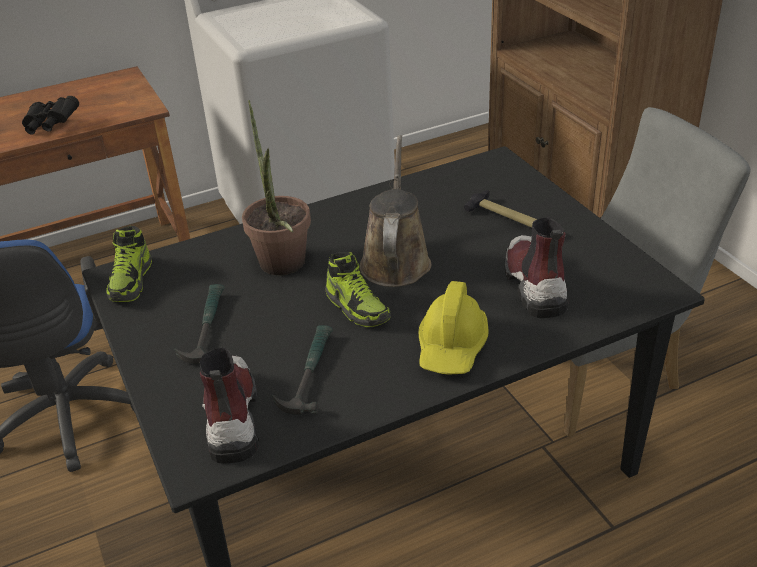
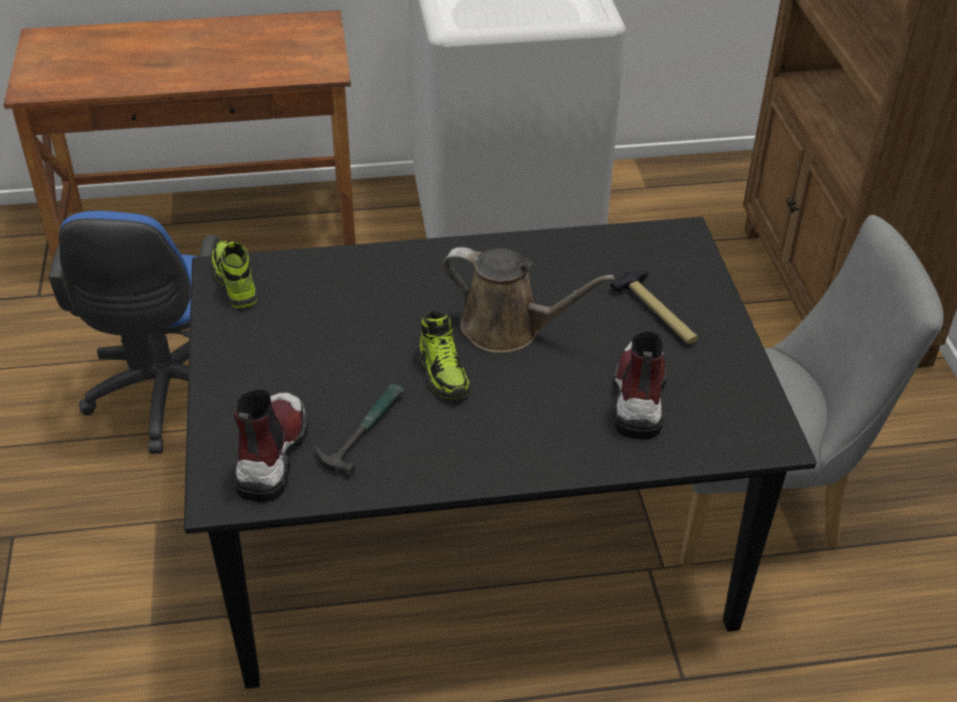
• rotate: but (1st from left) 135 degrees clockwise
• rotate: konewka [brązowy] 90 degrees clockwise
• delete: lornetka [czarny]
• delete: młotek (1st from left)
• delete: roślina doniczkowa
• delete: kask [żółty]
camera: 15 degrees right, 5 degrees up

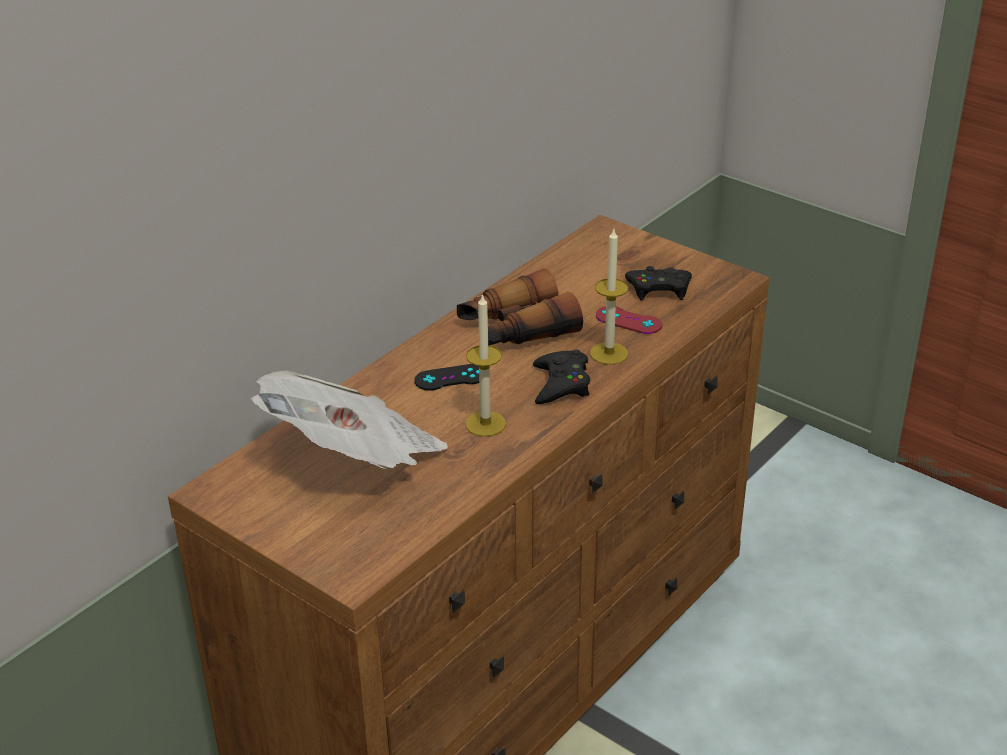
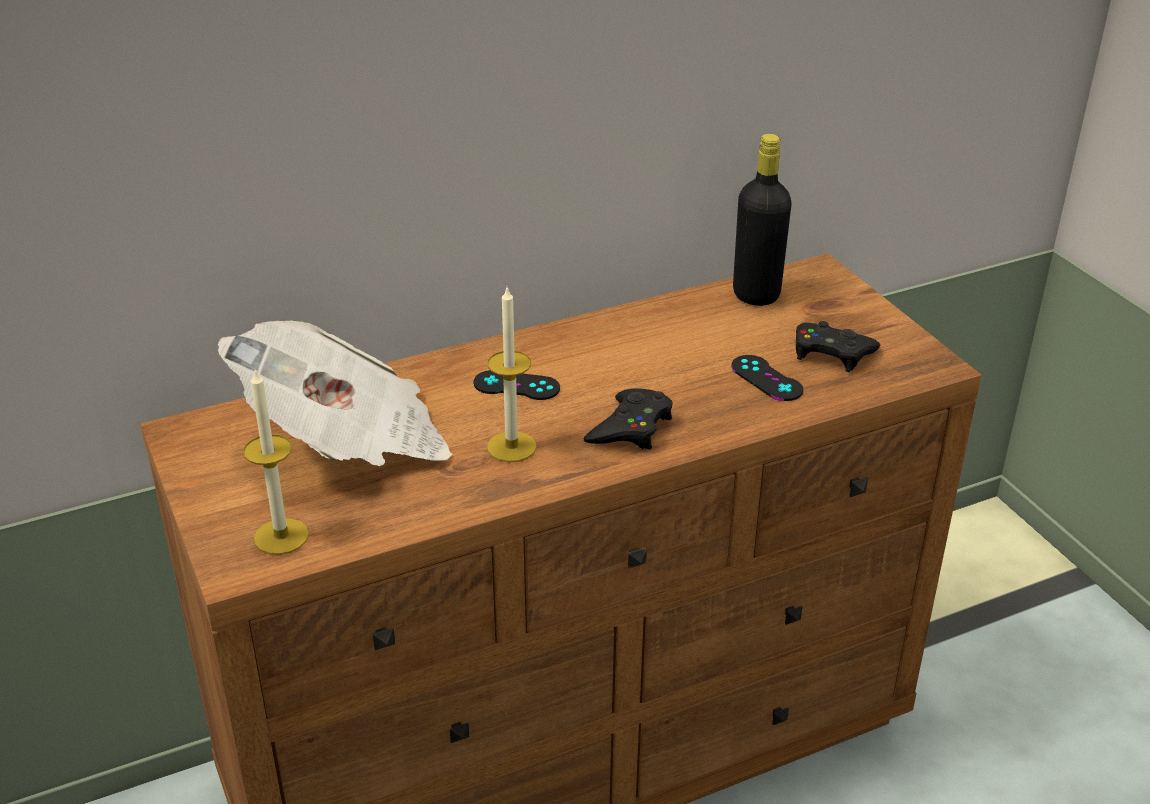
• move: świeca (2nd from left in the first image) to świeca (1st from left)
• recolor: pad do gier [czerwony] to pad do gier [czarny] (3rd from left)
• insert: butelka [czarny]
• delete: lornetka
camera: 25 degrees right, 0 degrees up

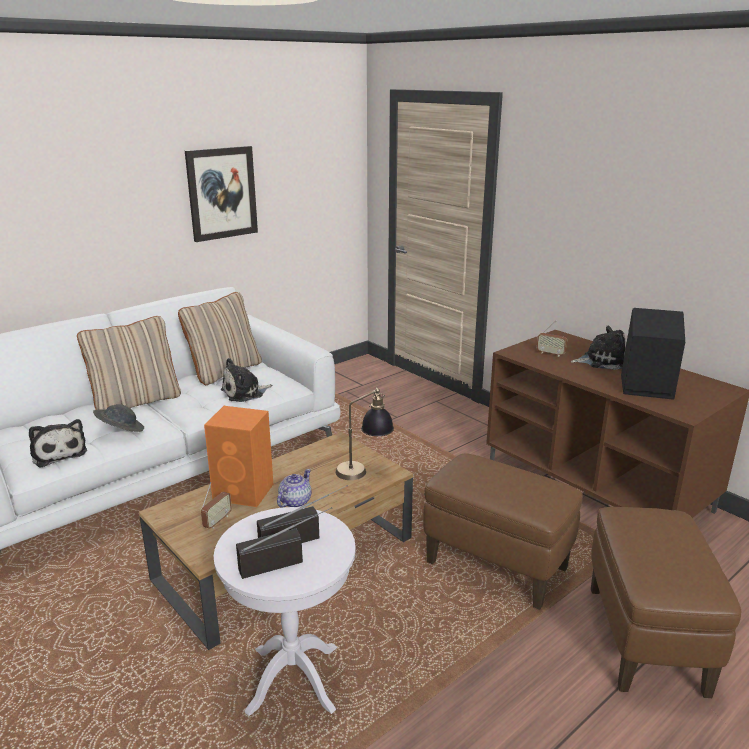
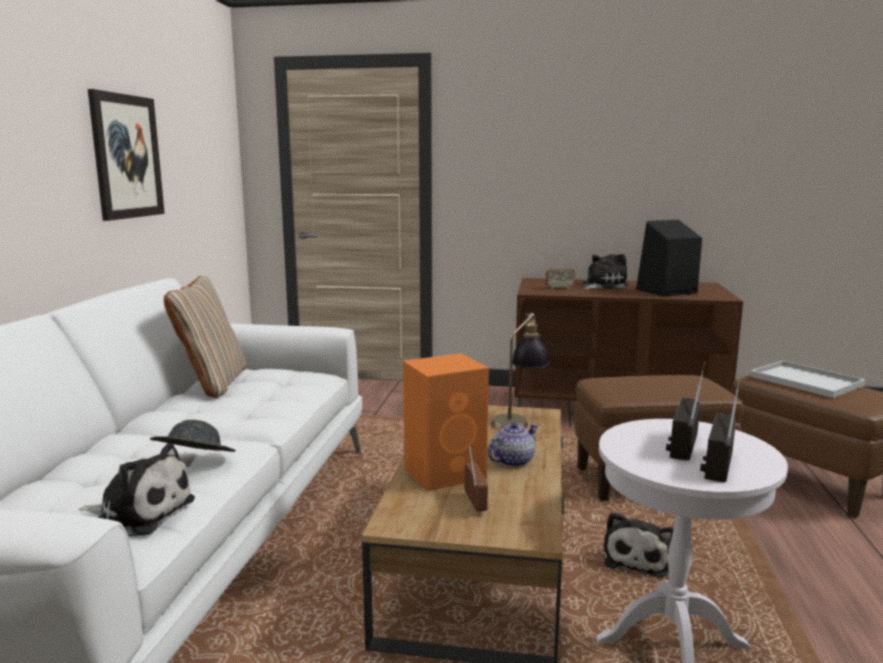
• rotate: imbryk 60 degrees clockwise
• move: pluszak (2nd from left in the first image) to pluszak (3rd from left)
• insert: taca [biały]
• delete: poduszka [beżowy] (1st from left)
camera: 40 degrees left, 10 degrees down

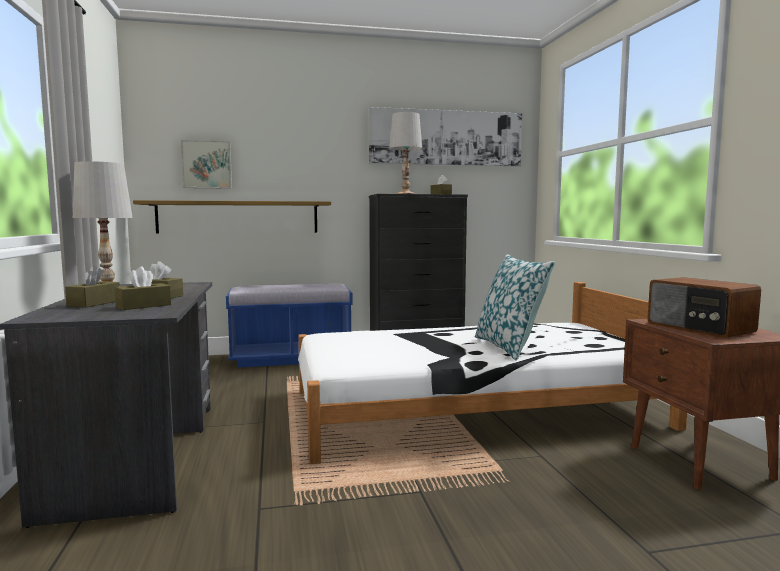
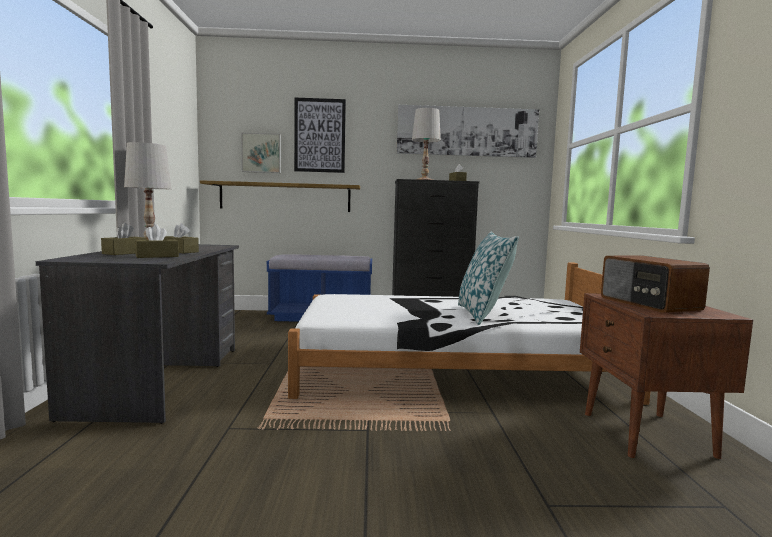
• insert: obraz (2nd from left)
camera: 10 degrees right, 0 degrees up

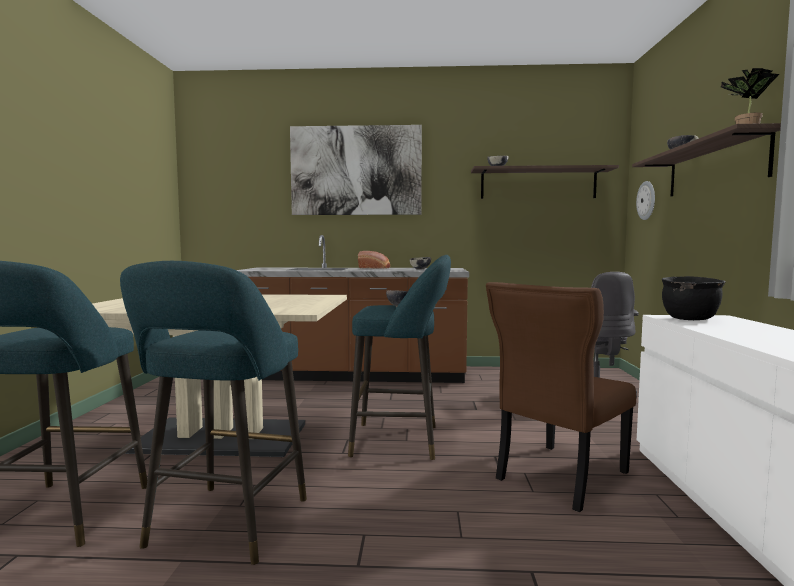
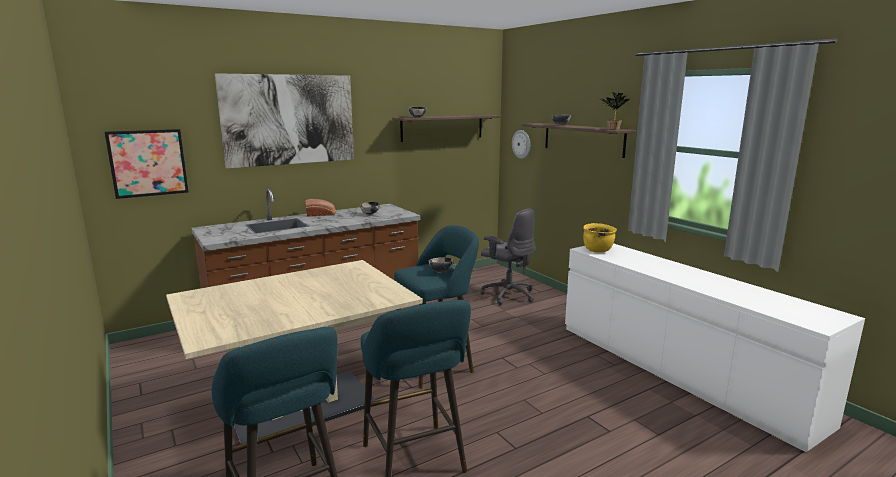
• insert: obraz (1st from left)
• recolor: garnek [czarny] to garnek [żółty]
• delete: krzesło [brązowy]
camera: 35 degrees left, 10 degrees up

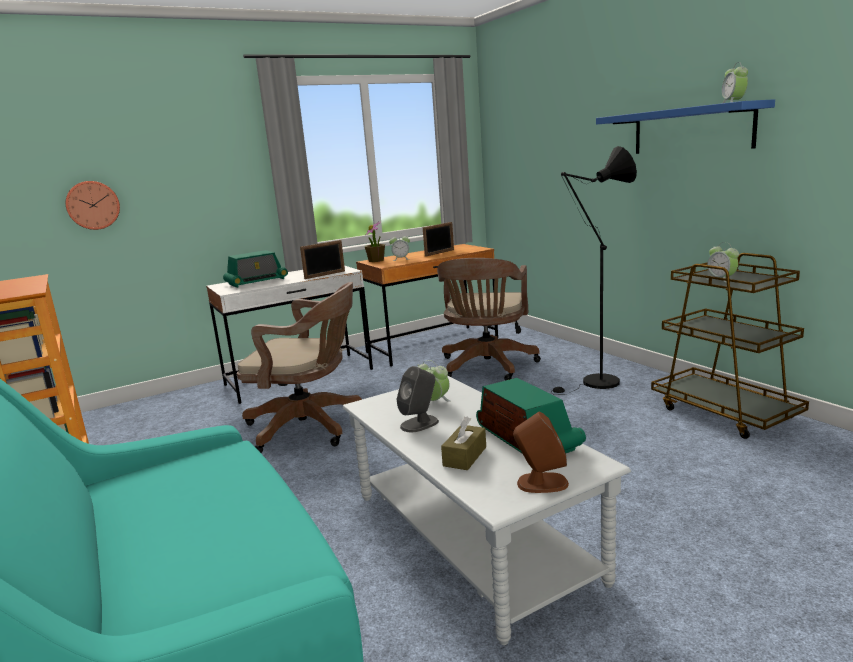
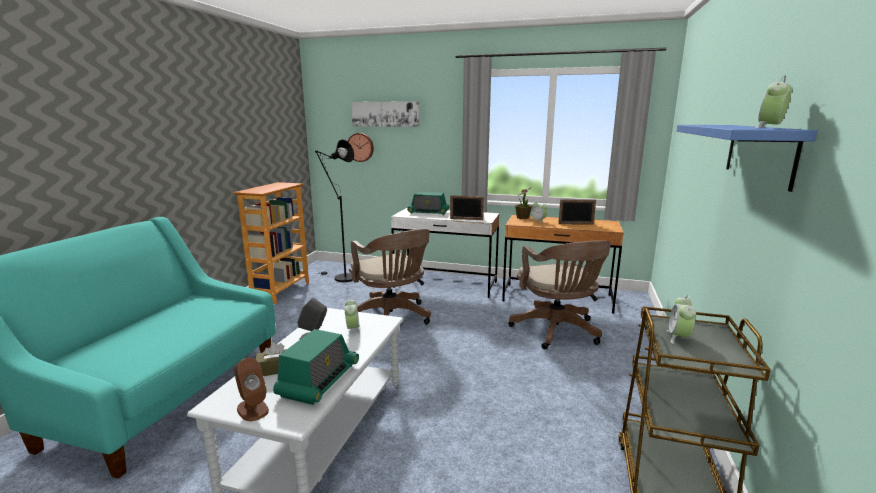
• move: lampa stojąca [czarny]
• insert: obraz
• rotate: krzesło biurowe [brązowy] (2nd from left) 75 degrees counterclockwise
camera: 45 degrees right, 0 degrees up

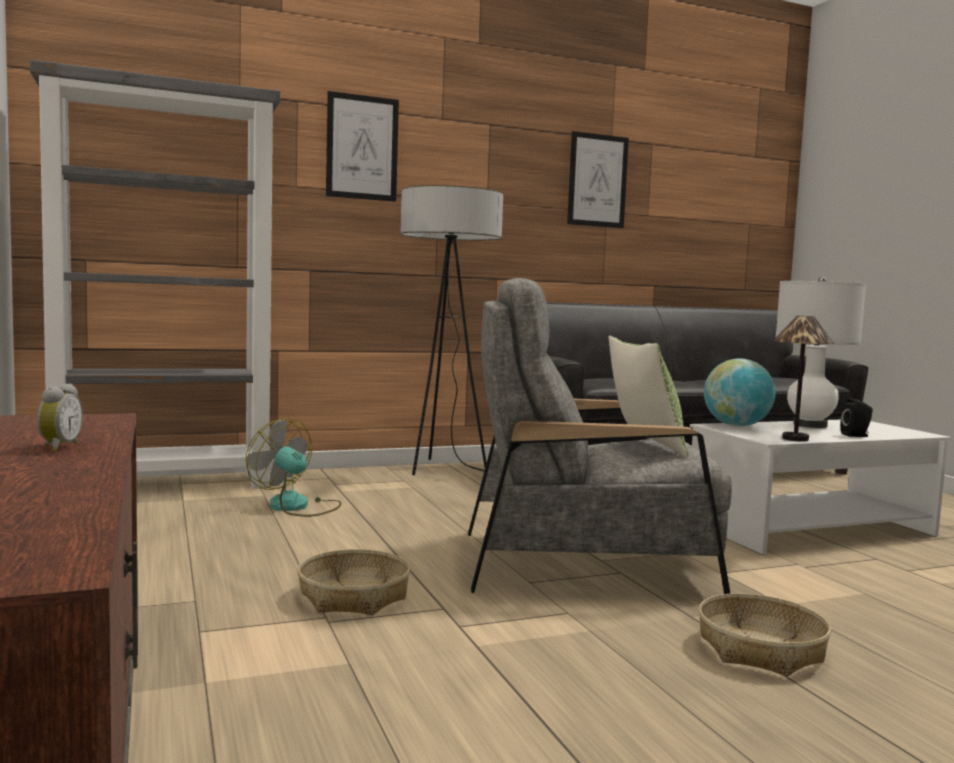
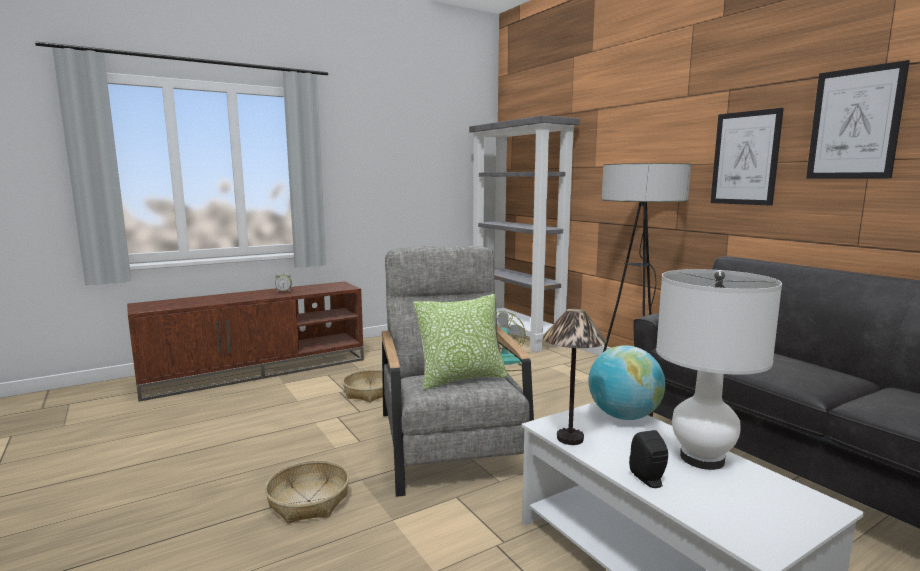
• move: obraz (1st from left)
camera: 80 degrees right, 5 degrees up

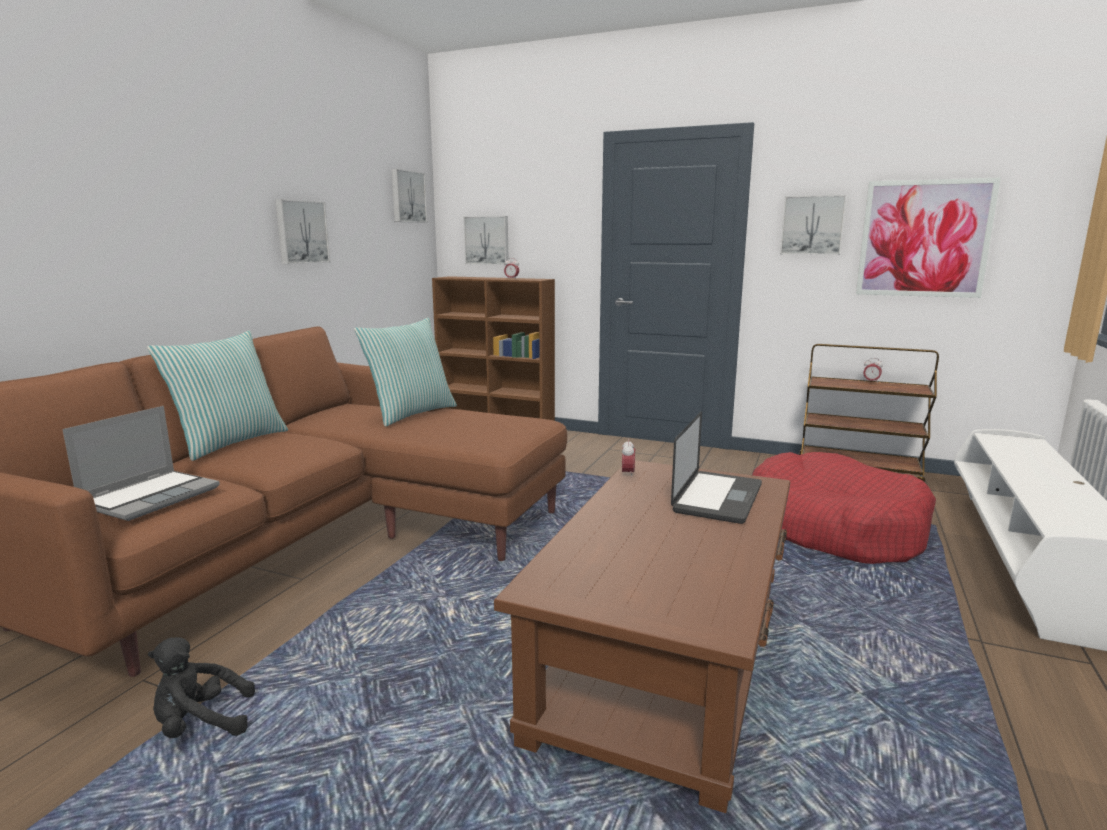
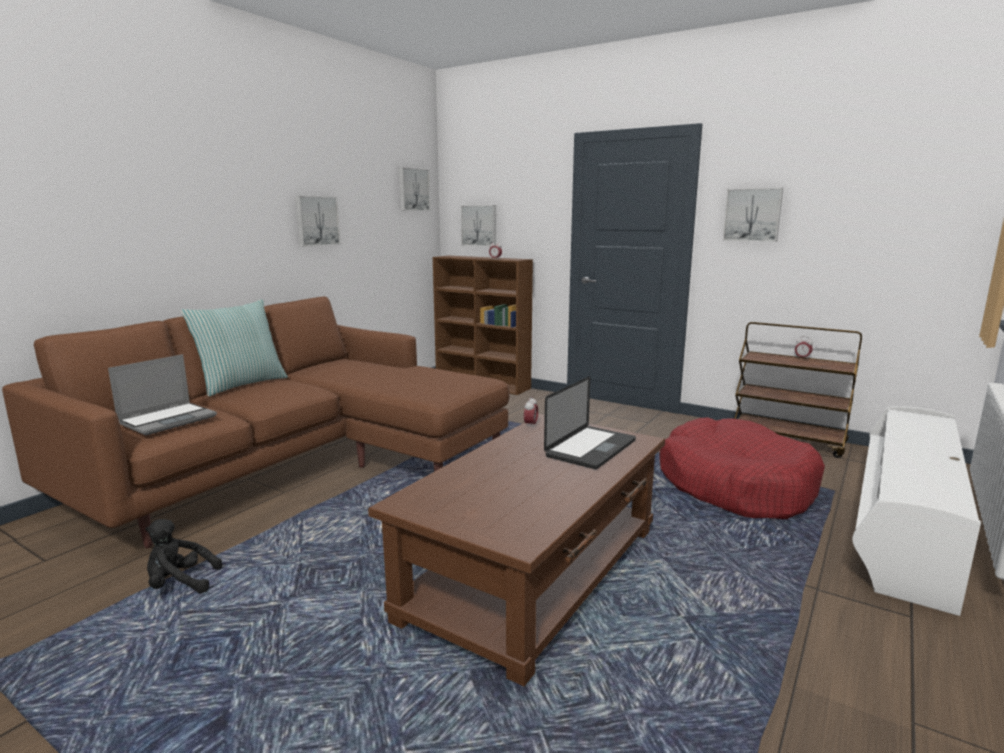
• delete: poduszka (2nd from left)
• delete: obraz (5th from left)
camera: 10 degrees right, 0 degrees up

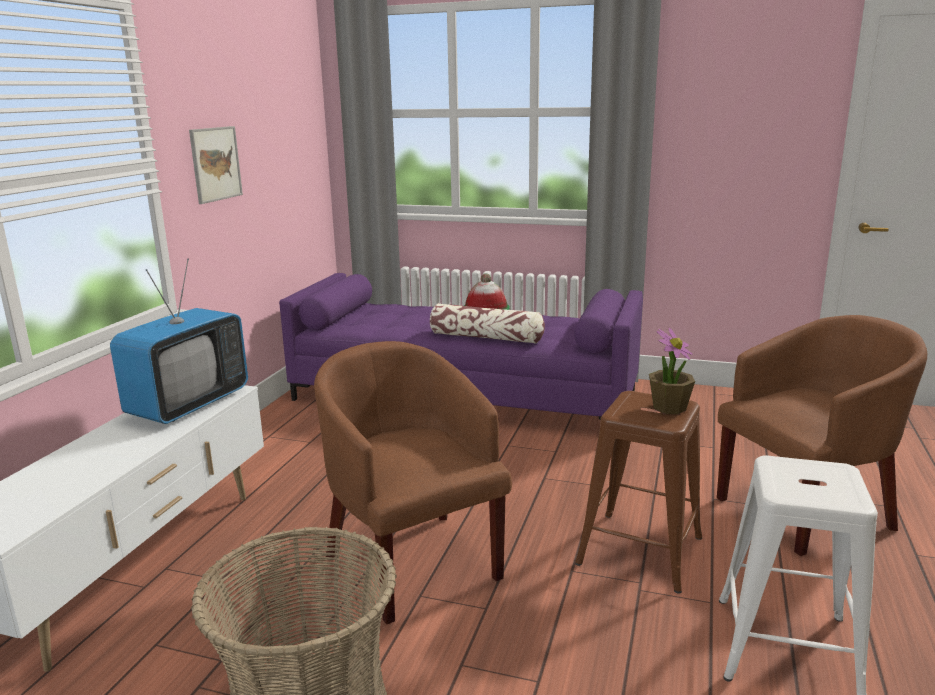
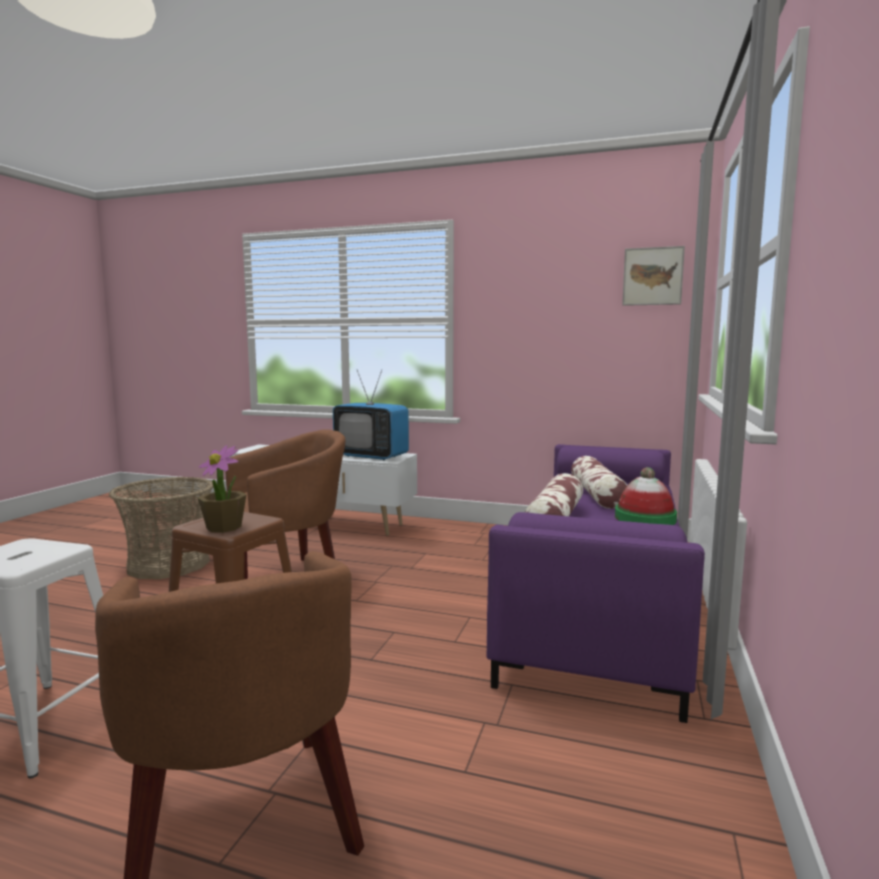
• insert: poduszka (2nd from left)
• move: obraz
camera: 90 degrees right, 10 degrees down

